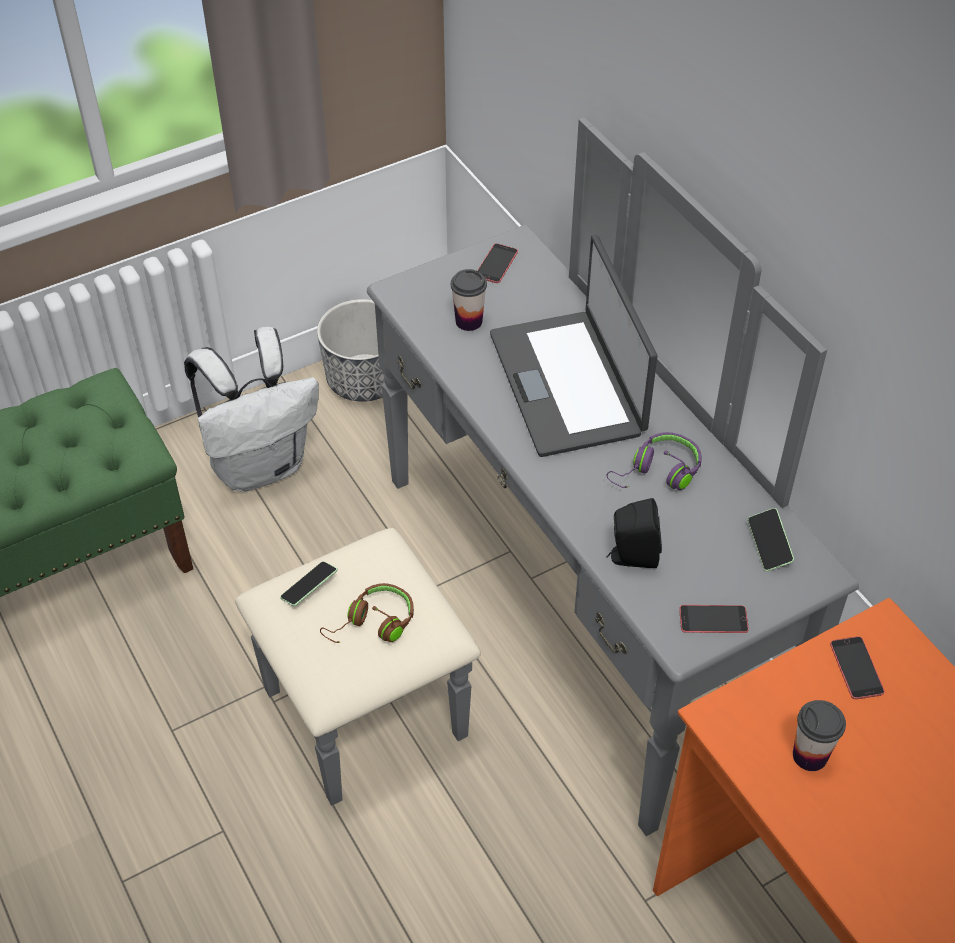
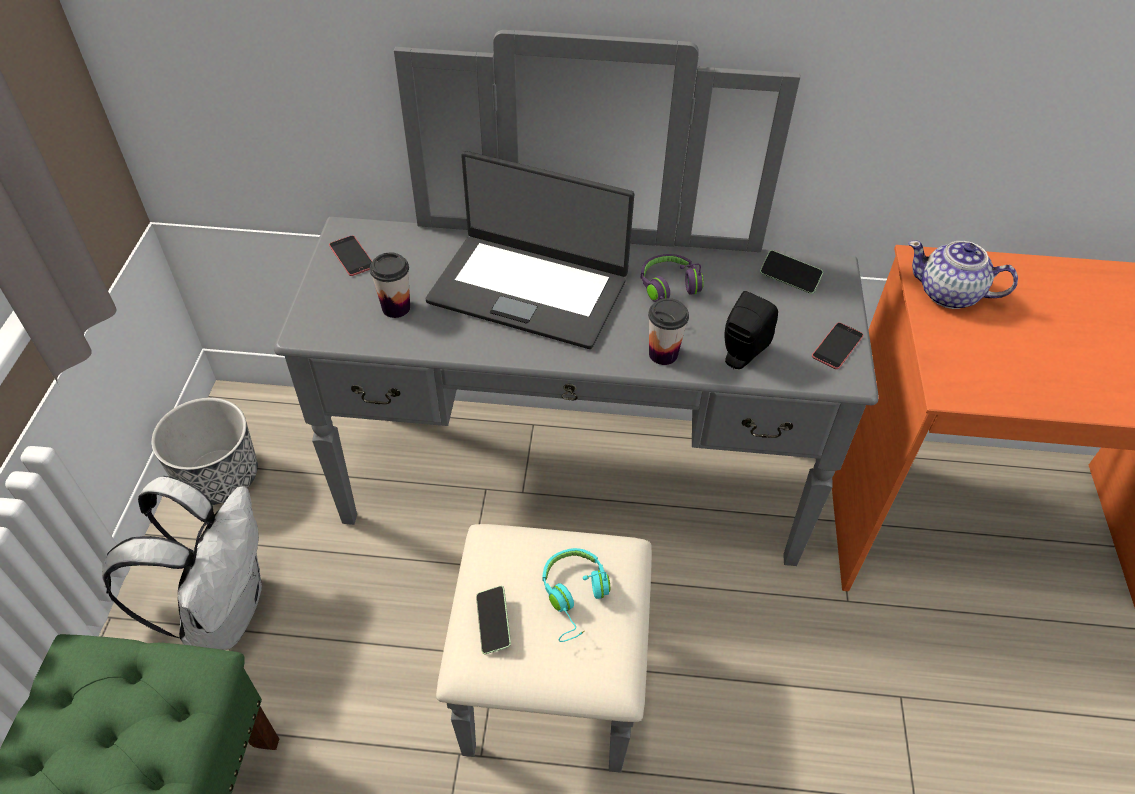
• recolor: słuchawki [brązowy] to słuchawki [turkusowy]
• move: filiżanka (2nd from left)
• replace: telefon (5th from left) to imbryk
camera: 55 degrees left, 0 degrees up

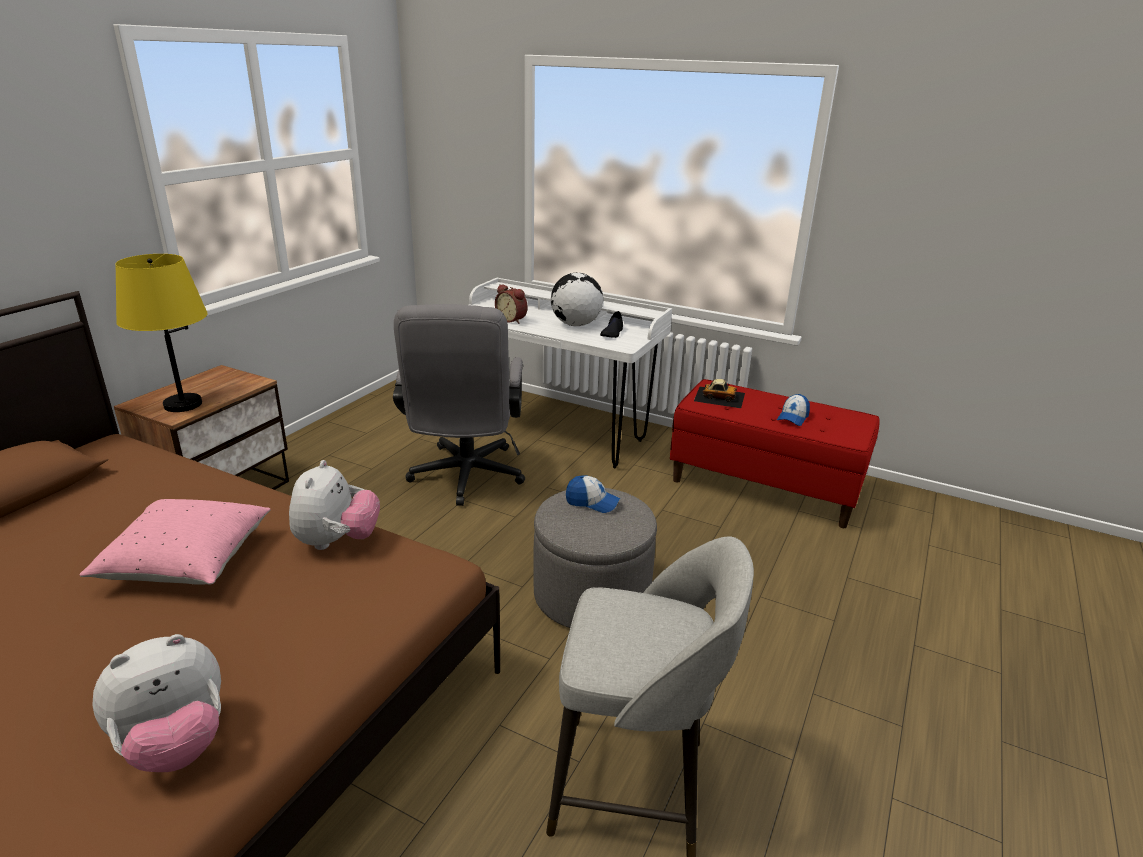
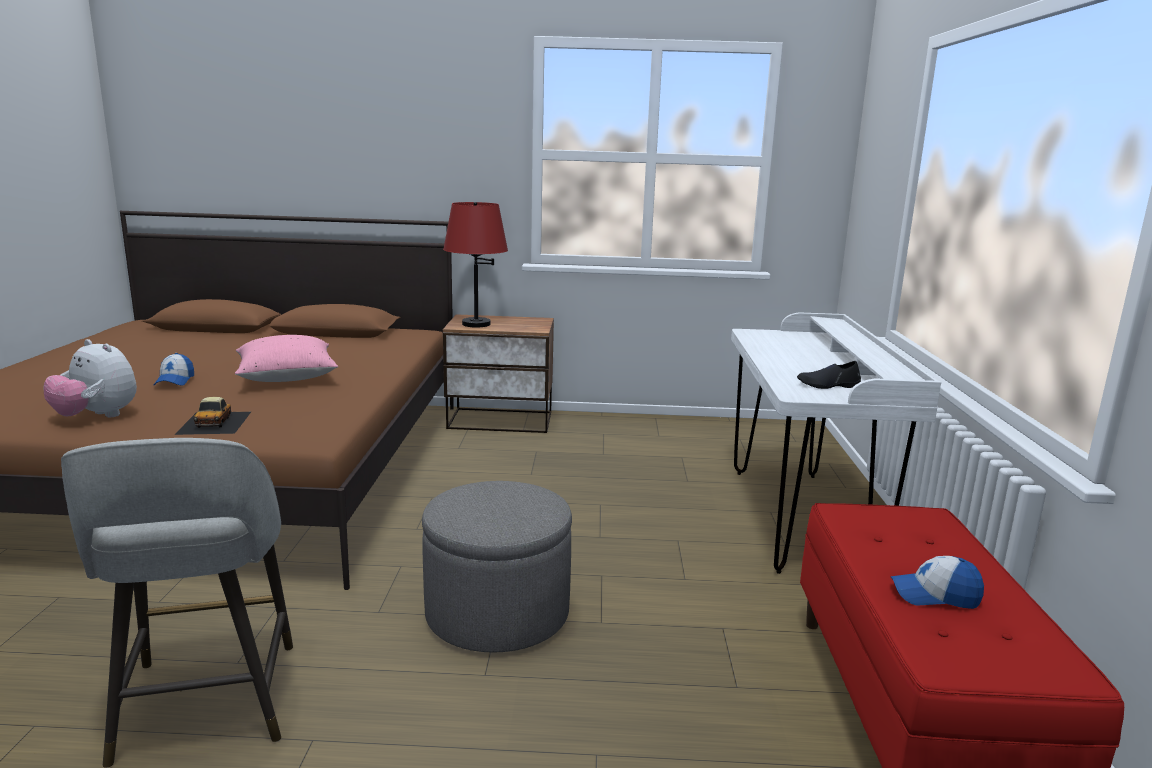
• move: czapka z daszkiem (1st from left)
• move: samochodzik
• recolor: lampa stołowa [żółty] to lampa stołowa [czerwony]
• delete: pluszak (2nd from left)
• delete: krzesło biurowe [szary]
• delete: budzik
• delete: globus
camera: 65 degrees right, 10 degrees down

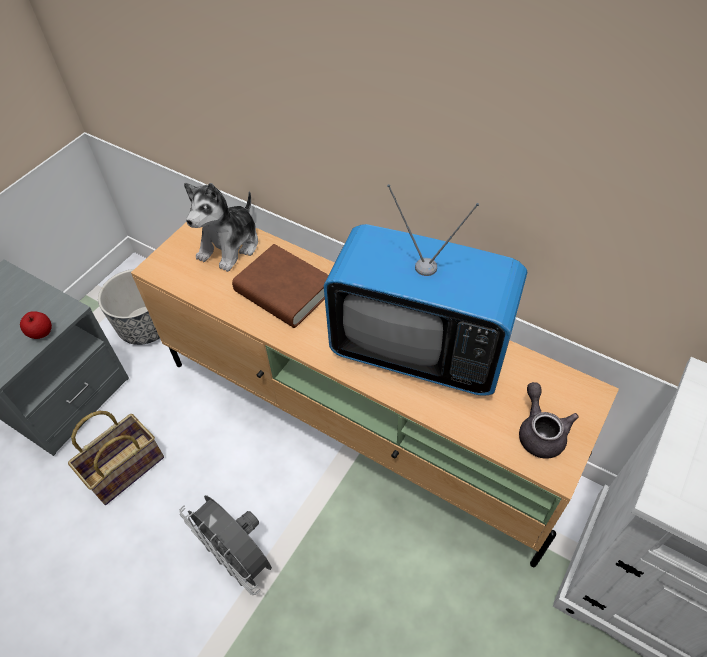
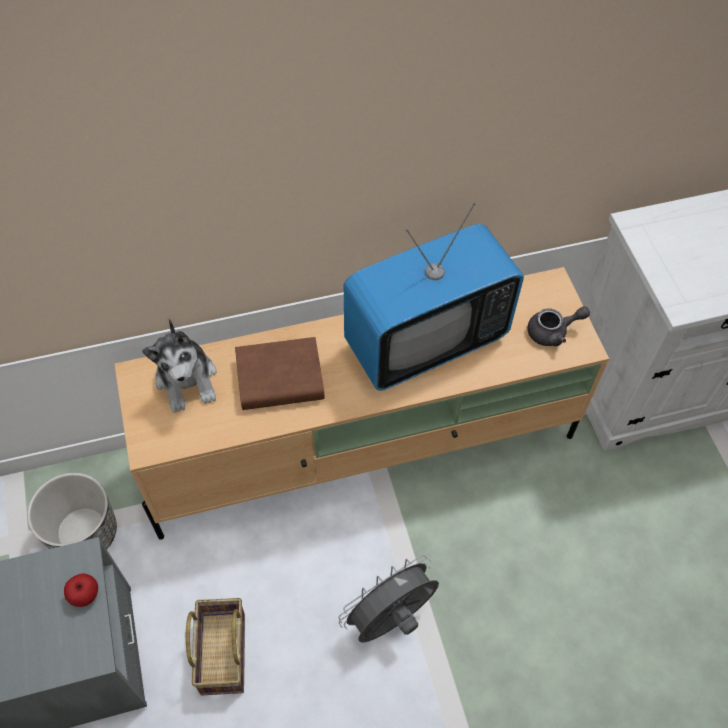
• rotate: wentylator [szary] 150 degrees clockwise
• rotate: imbryk [szary] 135 degrees clockwise
camera: 50 degrees left, 5 degrees up

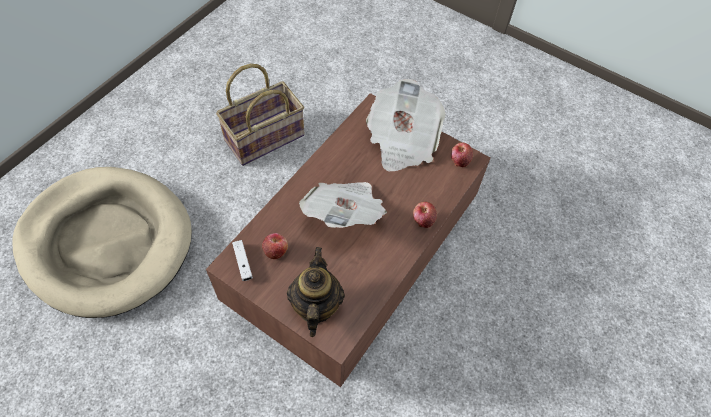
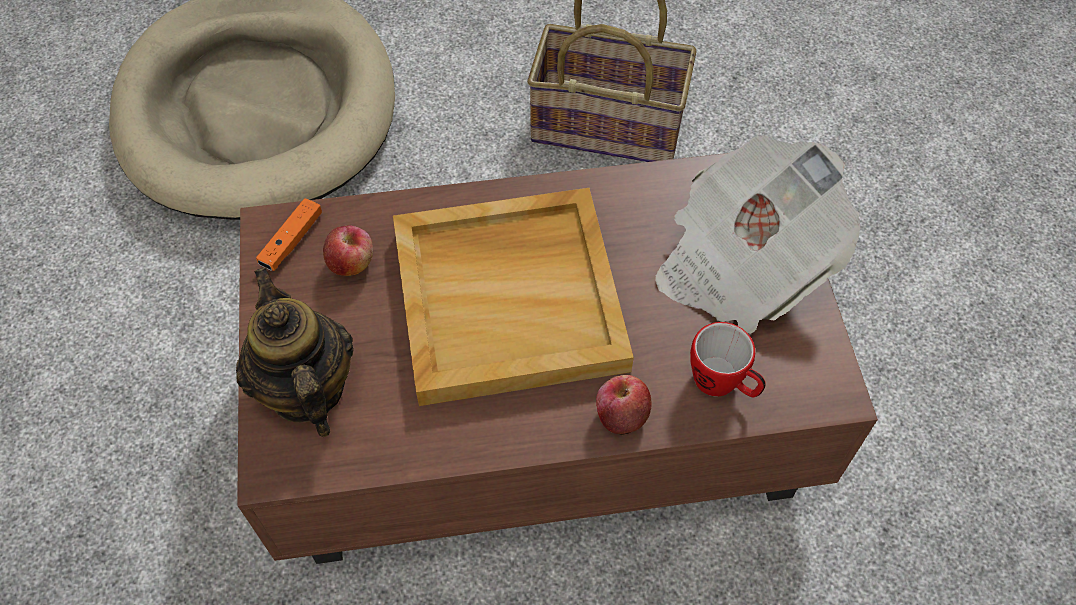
• rotate: imbryk 75 degrees counterclockwise
• recolor: pad do gier [biały] to pad do gier [pomarańczowy]
• replace: gazeta (1st from left) to taca [beżowy]
• insert: kubek
• delete: jabłko (3rd from left)
camera: 50 degrees right, 0 degrees up

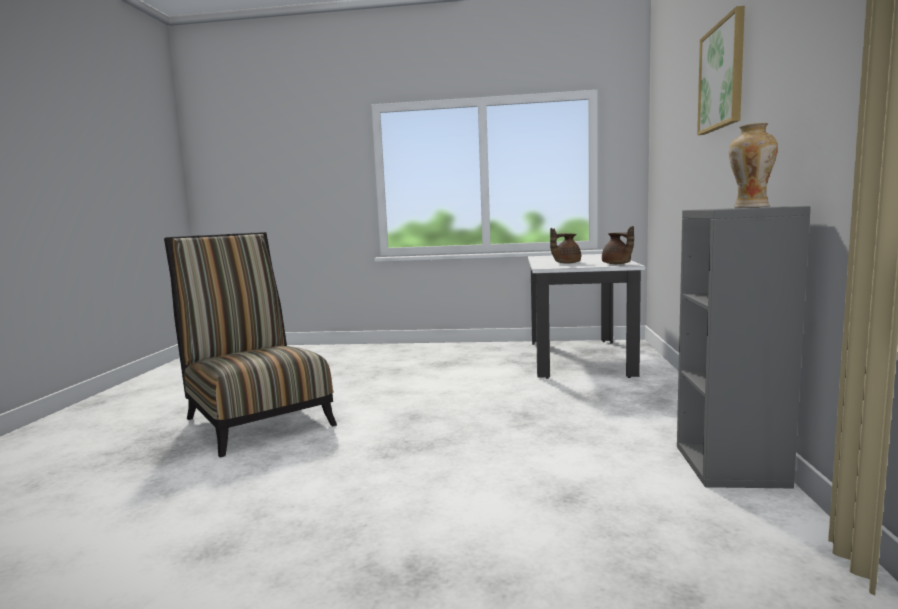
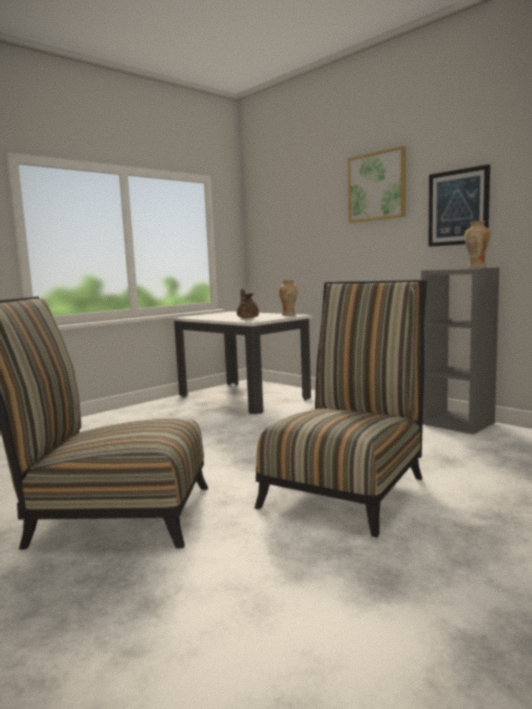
• insert: krzesło (2nd from left)
• replace: imbryk [brązowy] (2nd from left) to wazon (1st from left)
• insert: obraz (2nd from left)
camera: 50 degrees left, 0 degrees up

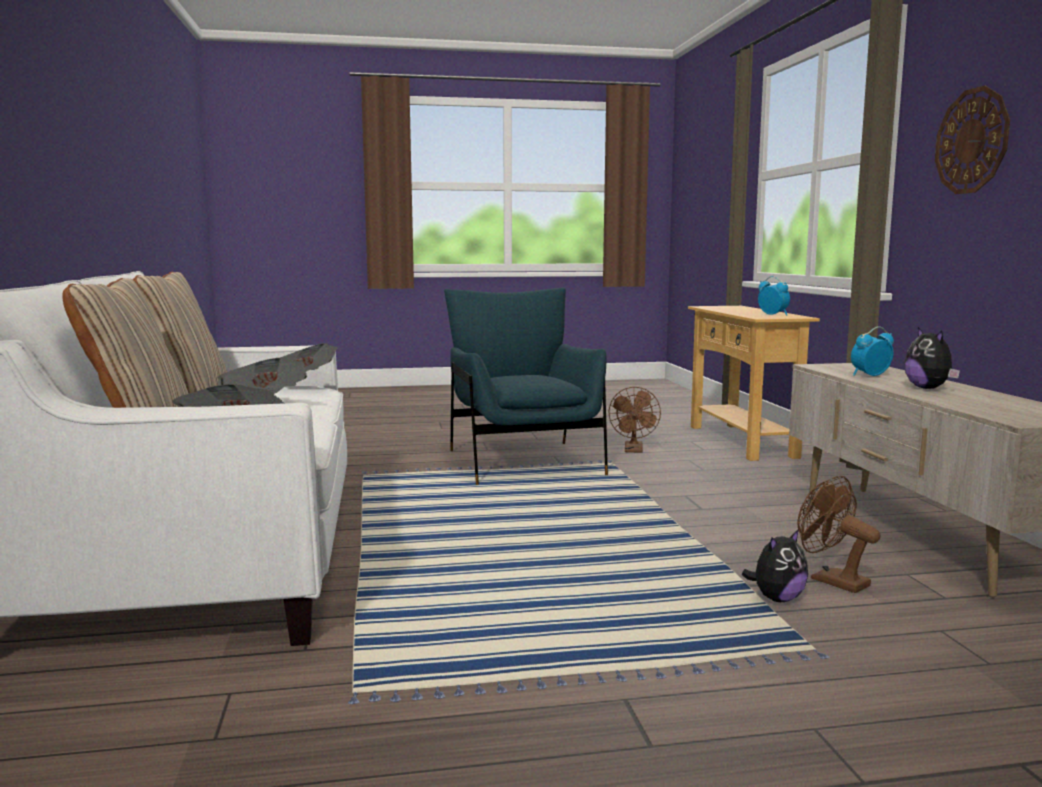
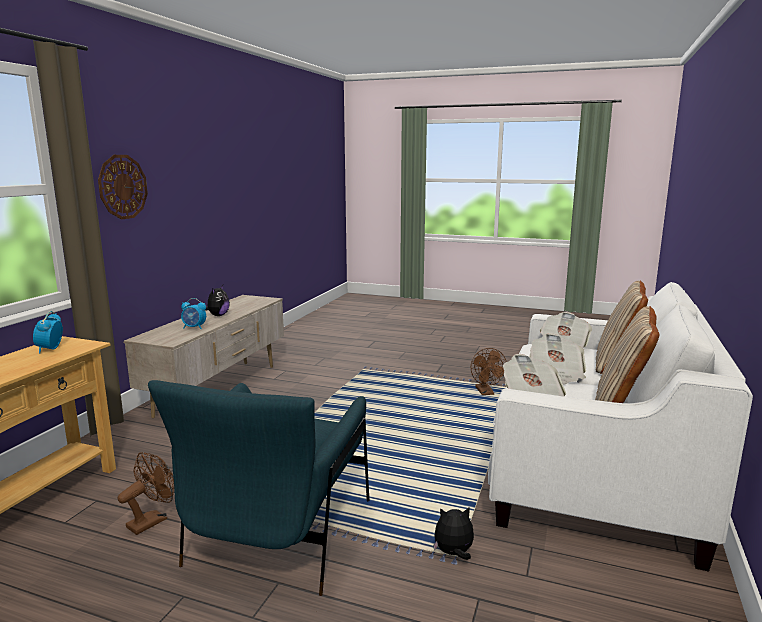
• move: pluszak (1st from left in the first image) to pluszak (2nd from left)
• move: wentylator [brązowy] (2nd from left)
camera: 150 degrees left, 5 degrees up

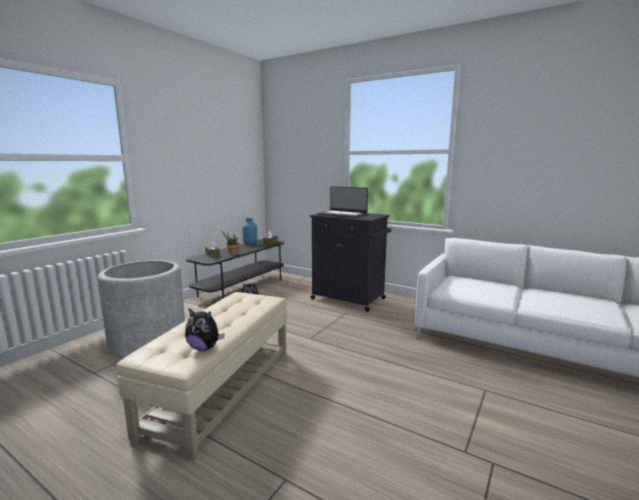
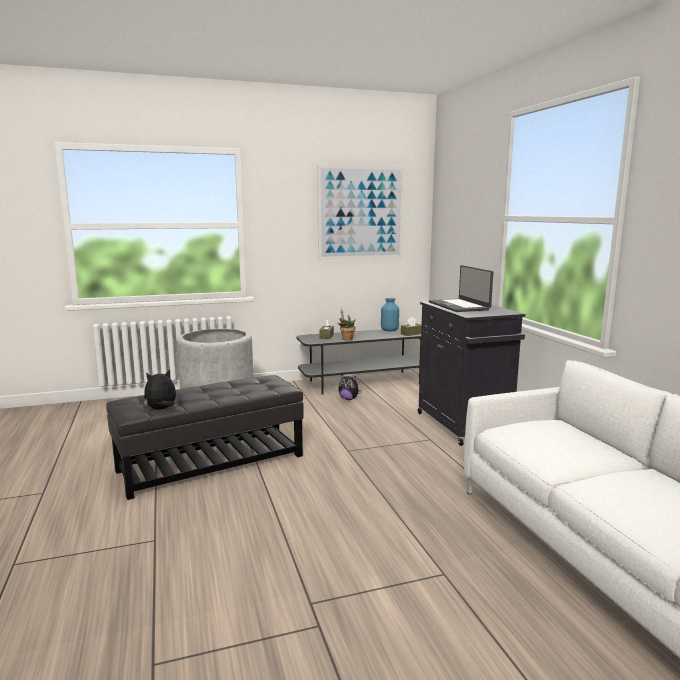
• recolor: pufa [beżowy] to pufa [czarny]
• rotate: pluszak (1st from left) 90 degrees clockwise
• insert: obraz
camera: 40 degrees right, 0 degrees up

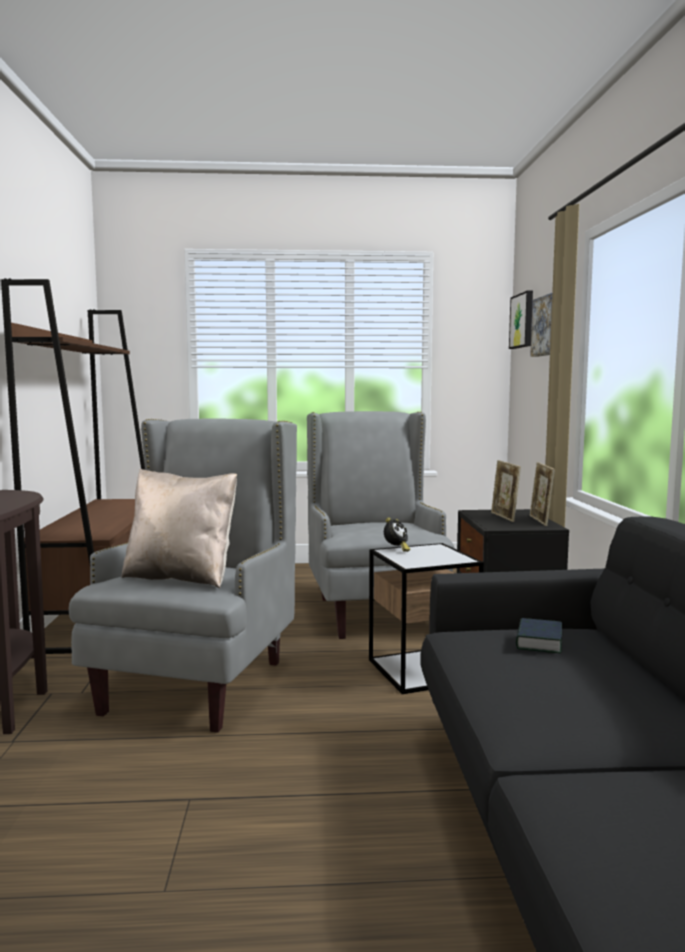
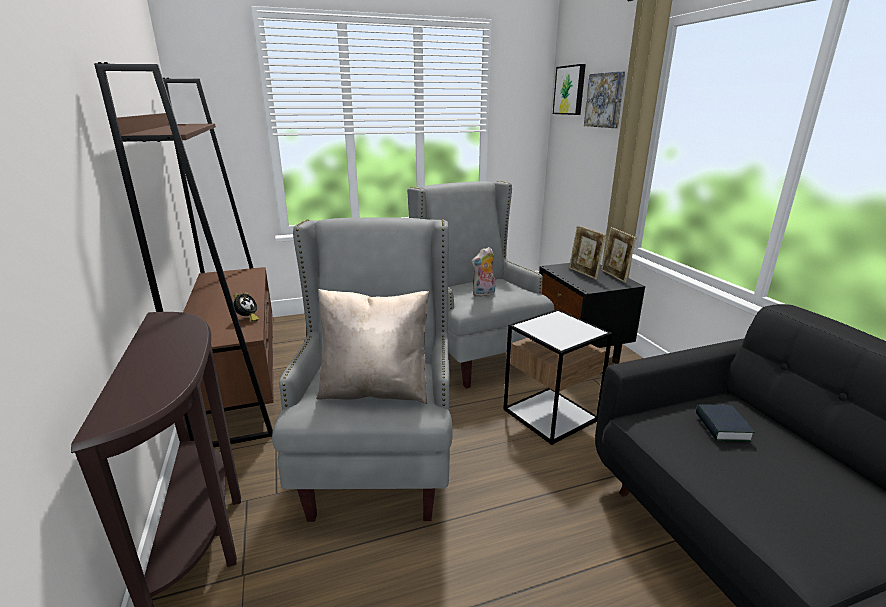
• move: budzik
• insert: pluszak
camera: 15 degrees left, 15 degrees up

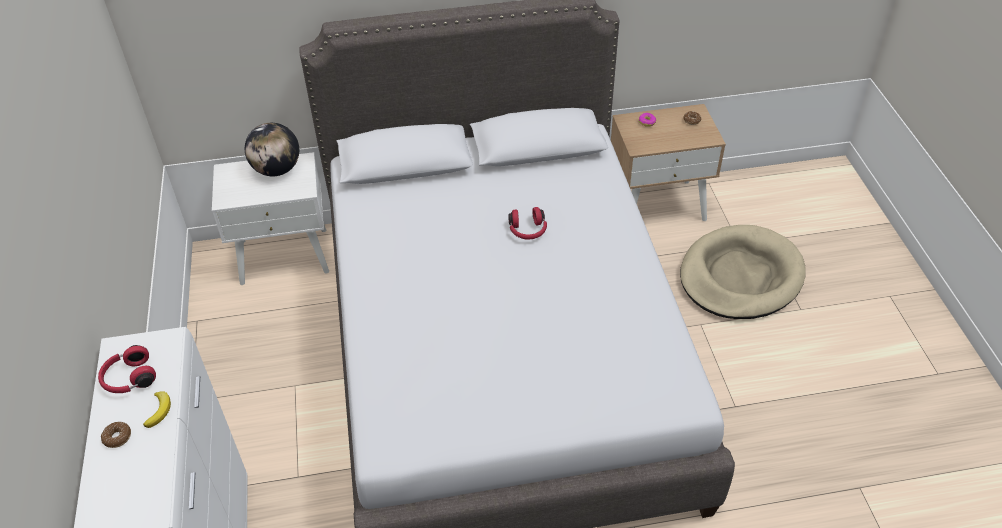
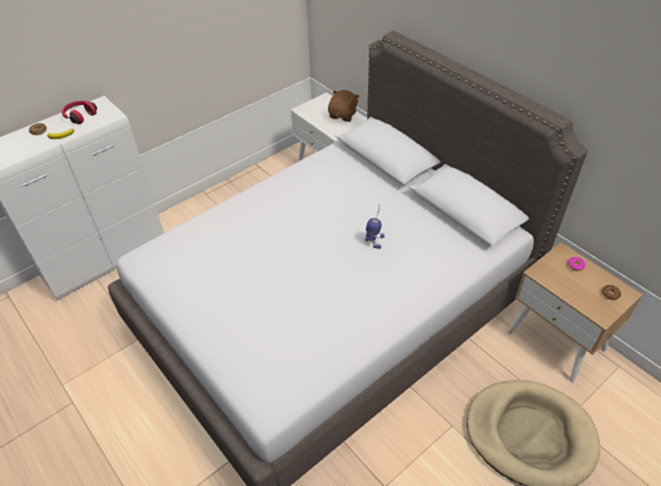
• replace: globus to pluszak [brązowy]
• replace: słuchawki [czerwony] (2nd from left) to robot zabawkowy
camera: 60 degrees right, 0 degrees up

